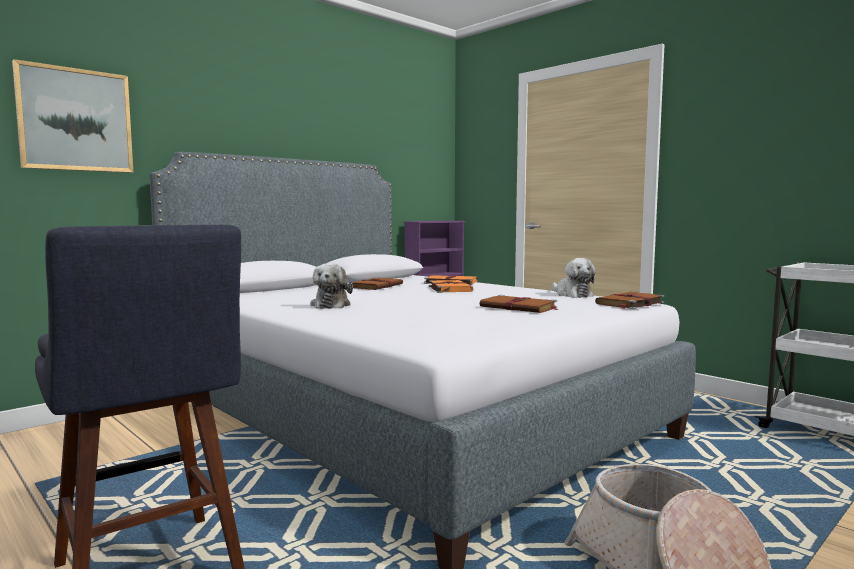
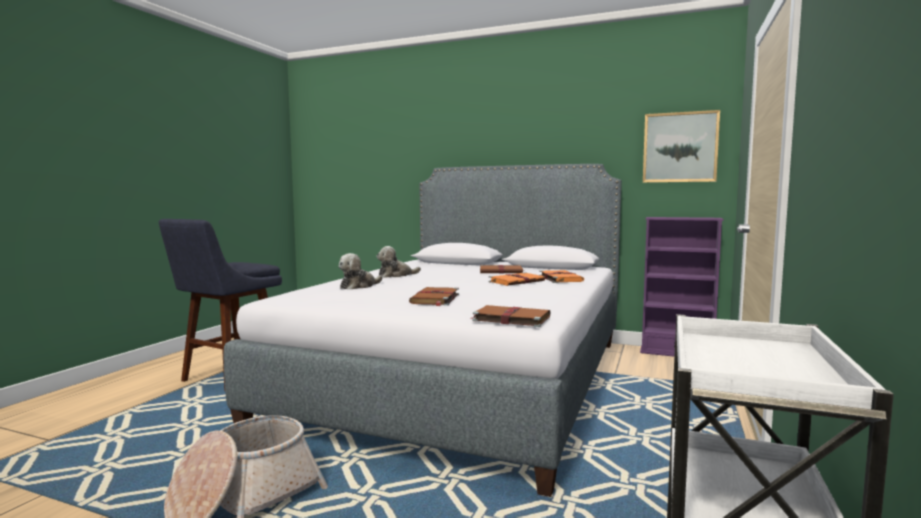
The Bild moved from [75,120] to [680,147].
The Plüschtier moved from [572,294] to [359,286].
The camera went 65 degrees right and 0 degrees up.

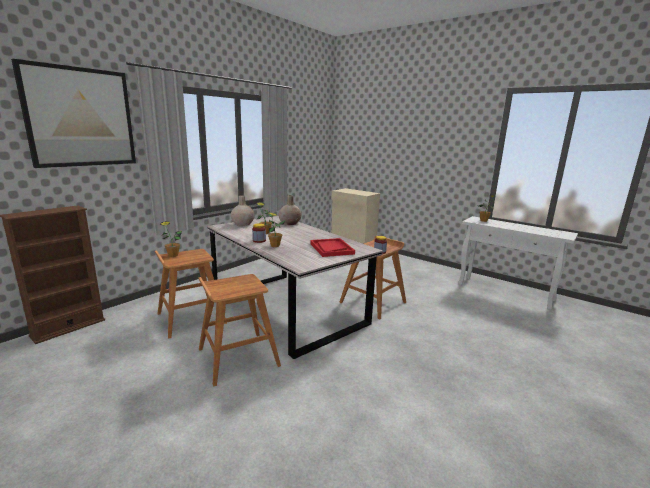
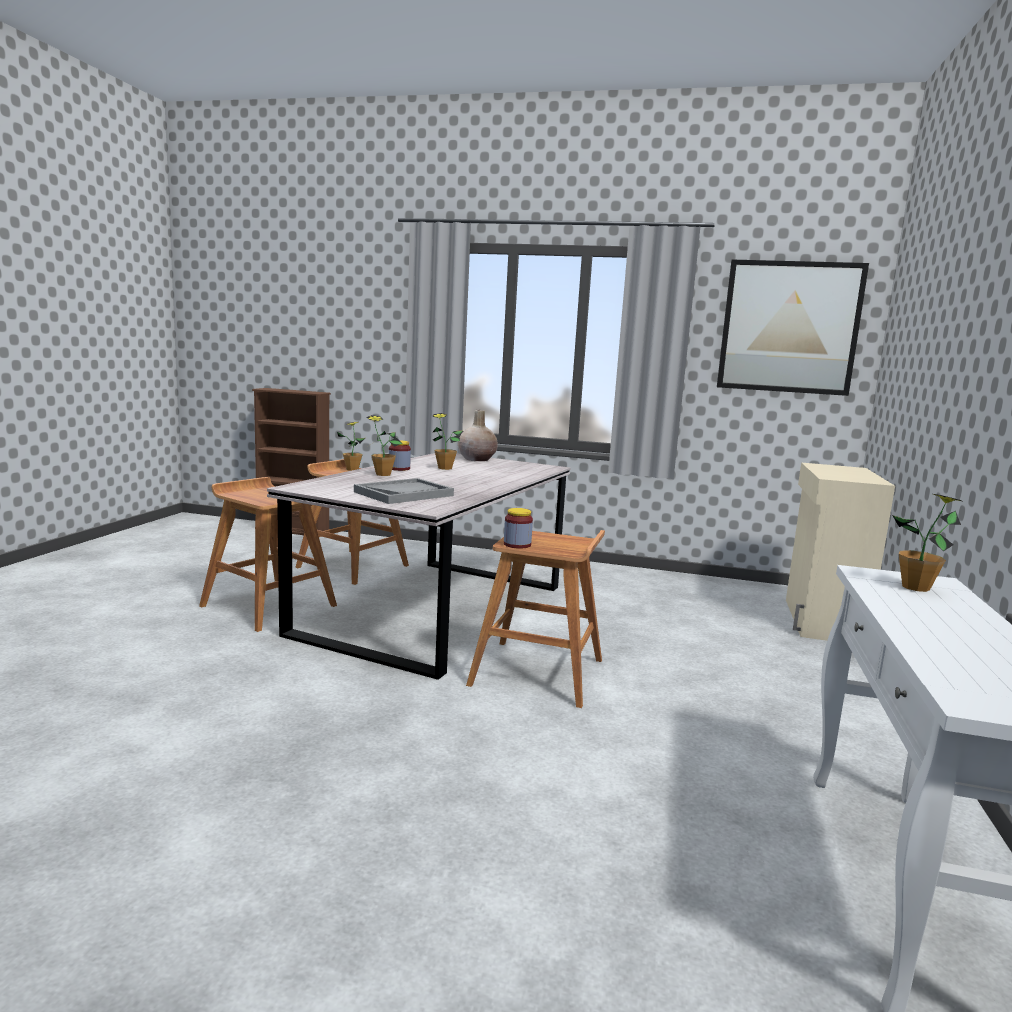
The Bild moved from [80,117] to [789,327].
The Vase (beige) at [290,223] disappeared.
The Tablett (rot) at [331,248] became the Tablett (grau) at [404,494].
The camera went 65 degrees right and 5 degrees down.

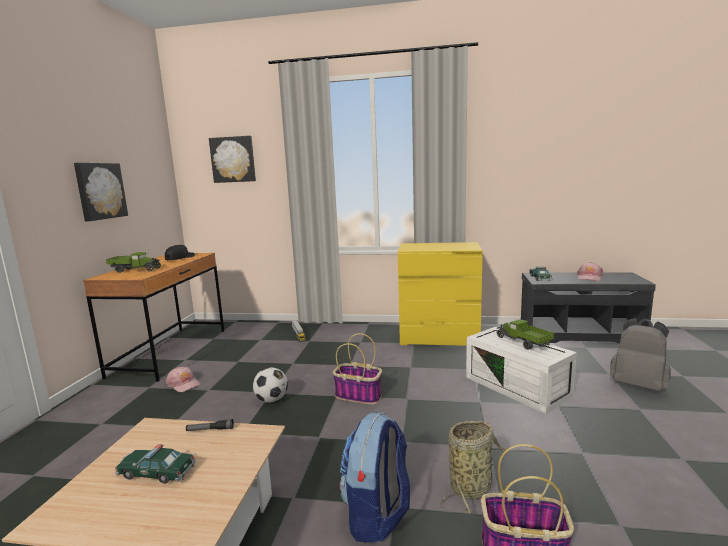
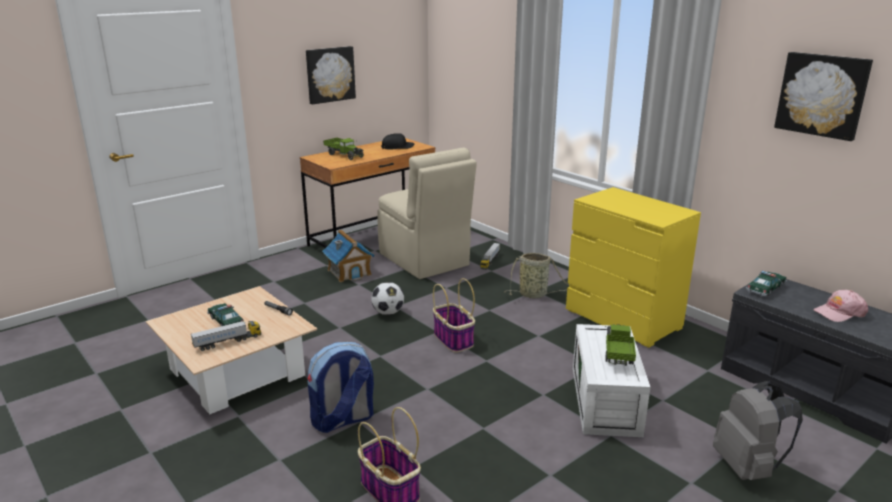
The Bild moved from [233,159] to [822,95].
The Kappe (rosa) at [183,384] was replaced by the Spielzeughaus at [349,272].
The Korb moved from [472,487] to [535,294].
The Stuhl (beige) at [424,260] appeared.
The Spielzeuglaster at [228,342] appeared.
The camera went 40 degrees right and 10 degrees up.

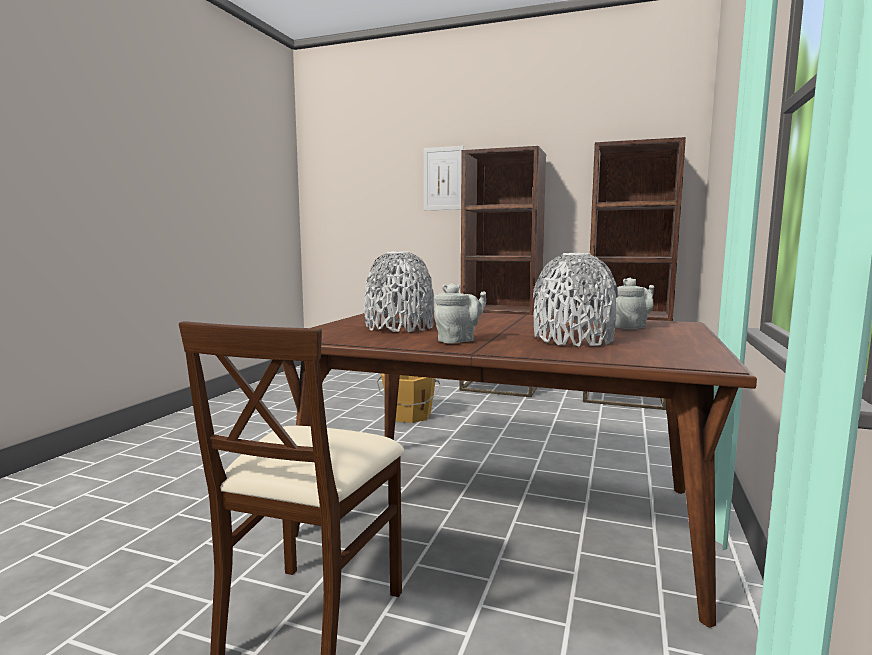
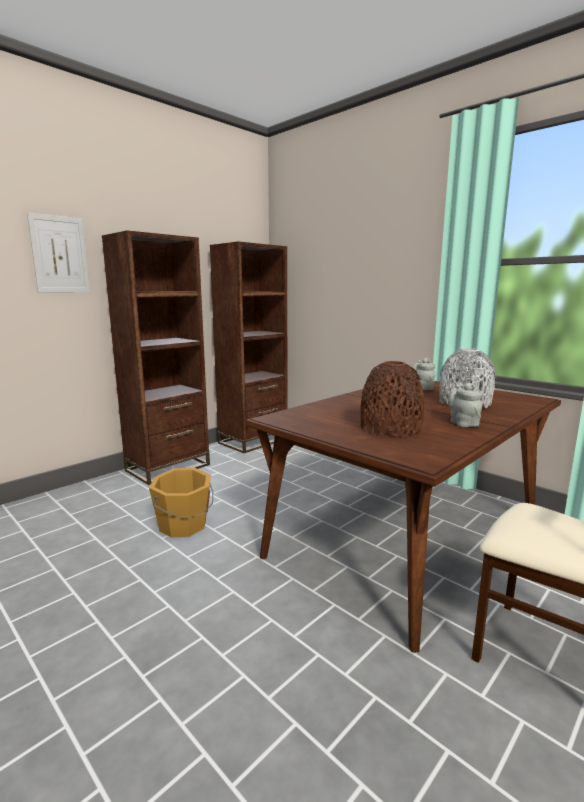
The Vase (grau) at [399,327] became the Vase (braun) at [390,428].
The camera went 65 degrees left and 5 degrees up.

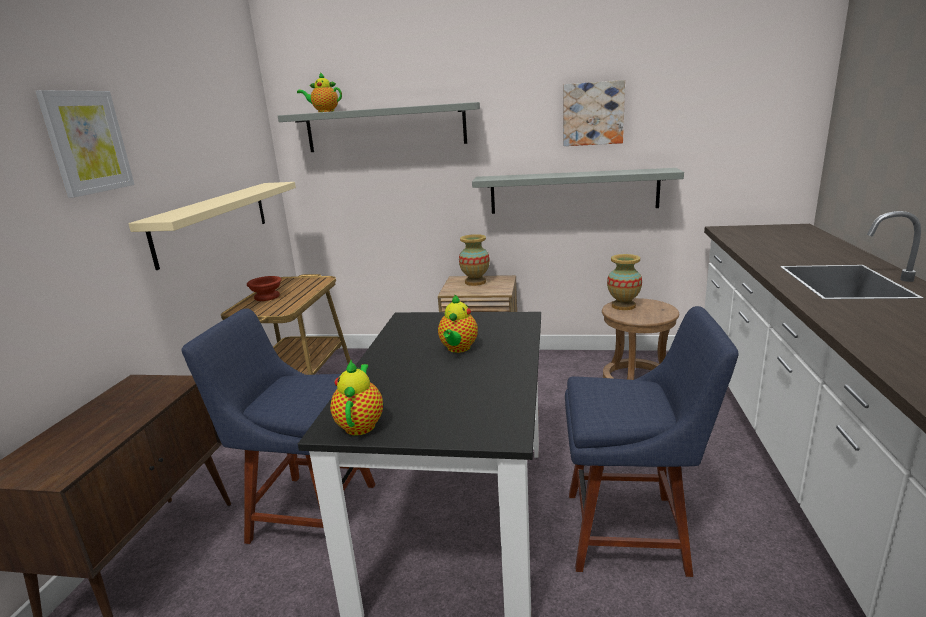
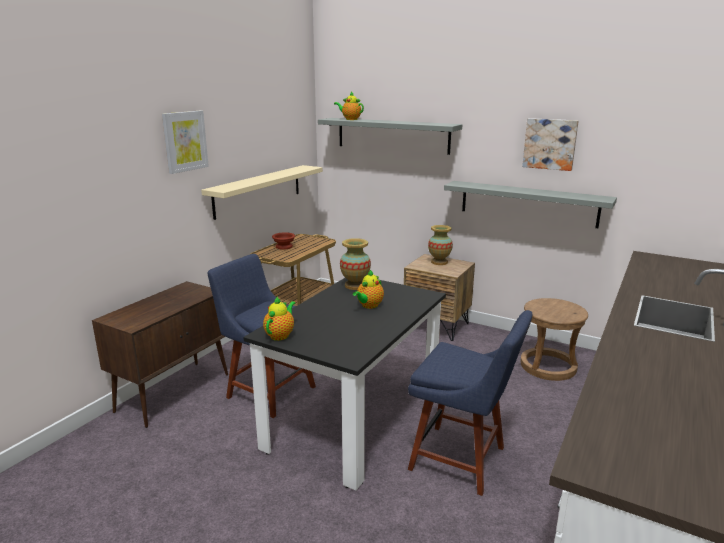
The Vase moved from [623,306] to [355,286].
The camera went 20 degrees right and 0 degrees up.

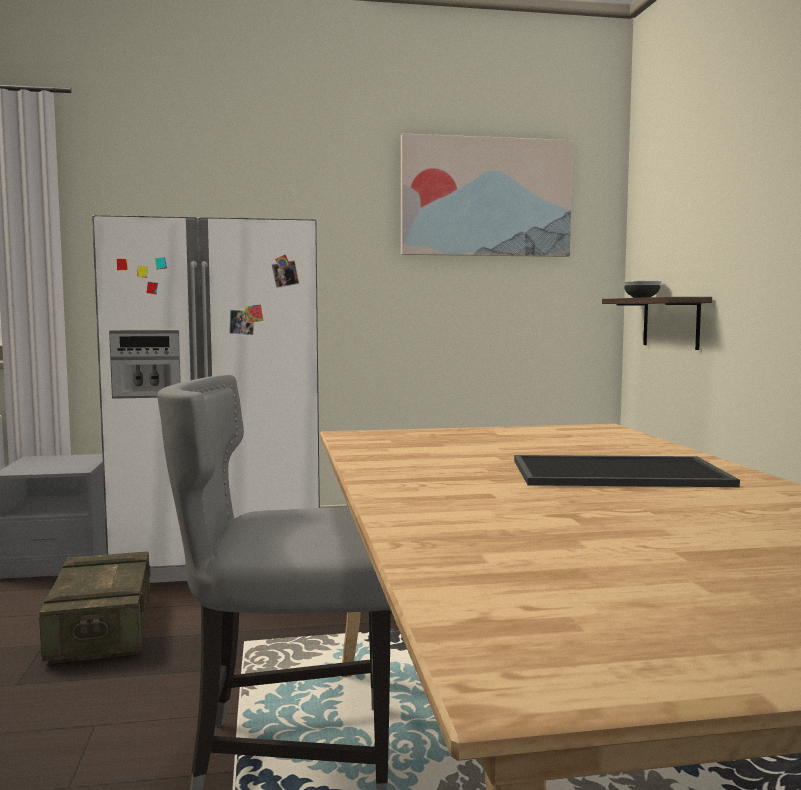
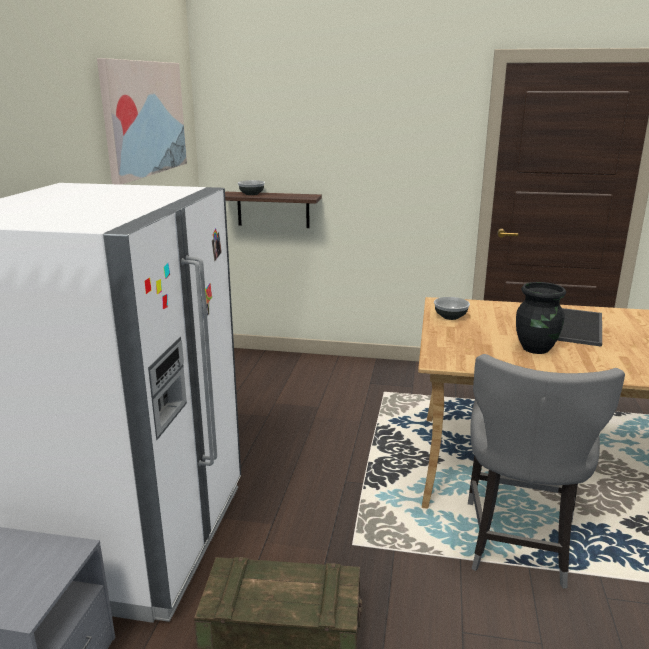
The Vase (schwarz) at [536,349] appeared.
The Schüssel at [450,317] appeared.
The camera went 70 degrees left and 15 degrees up.

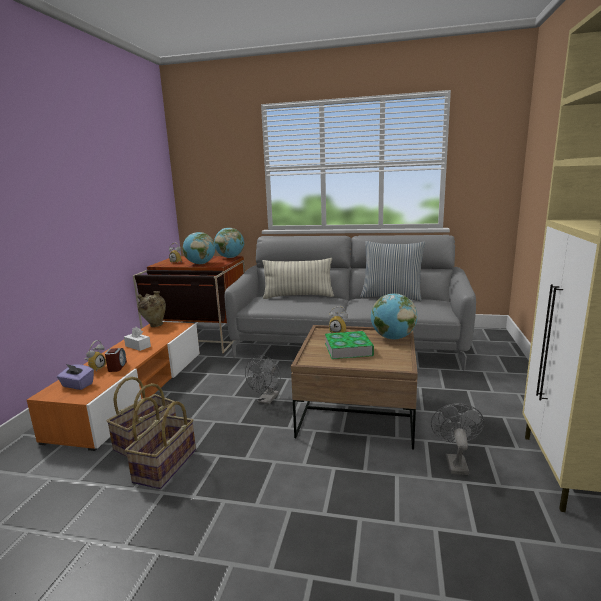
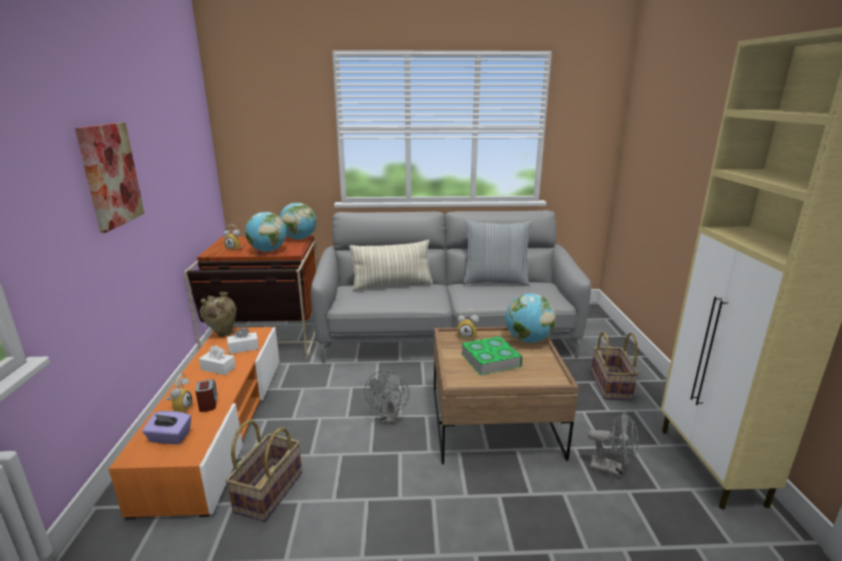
The Korb moved from [166,466] to [611,385].
The Ventilator (grau) at [455,462] turned 120 degrees clockwise.
The Bild at [110,175] appeared.
The Taschentuchbox (weiß) at [243,348] appeared.
The camera went 15 degrees left and 5 degrees up.

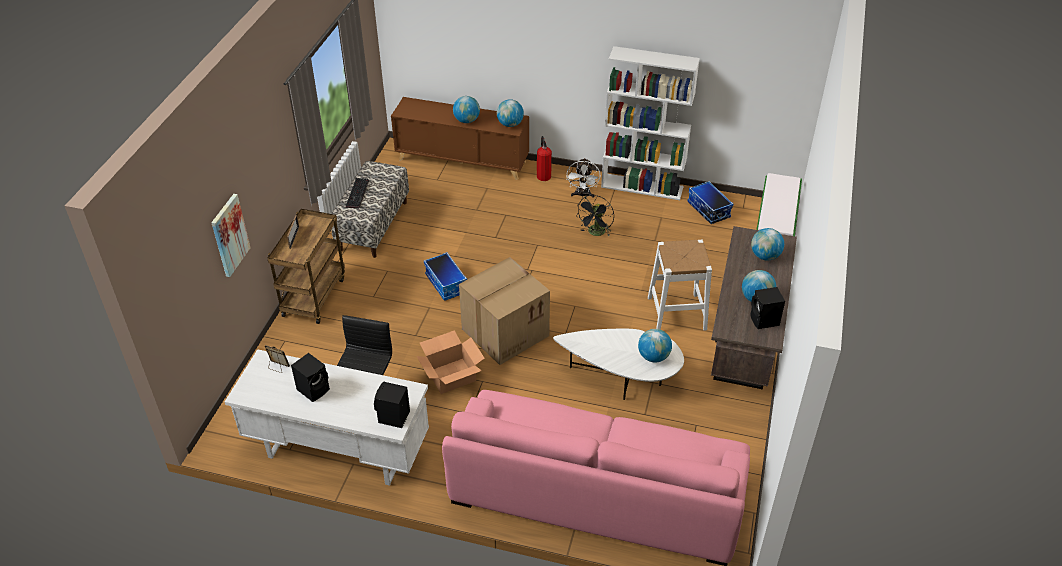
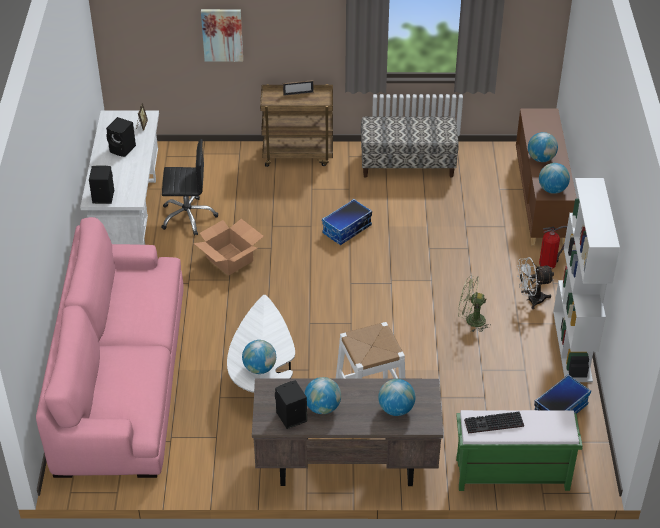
The Tastatur moved from [358,194] to [493,424].
The Ventilator (schwarz) at [595,233] became the Ventilator (grün) at [470,320].
The Karton at [505,331] disappeared.
The camera went 75 degrees right and 0 degrees up.

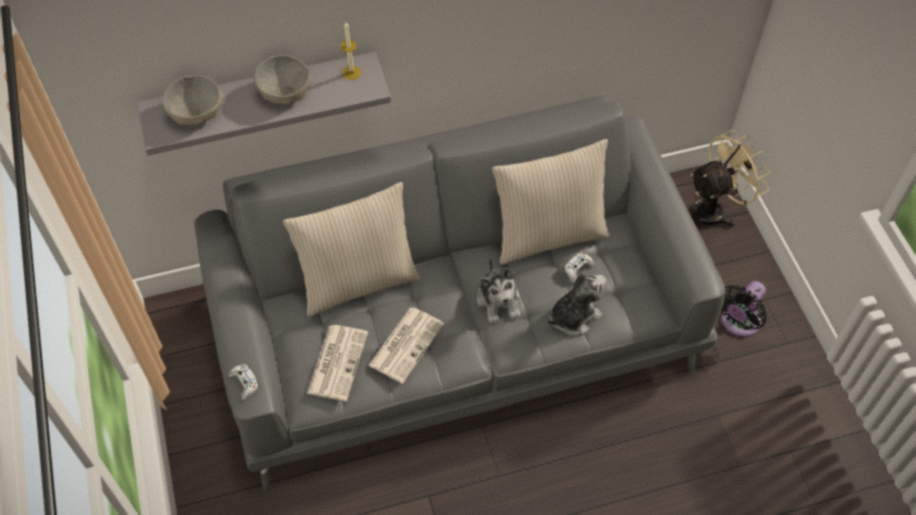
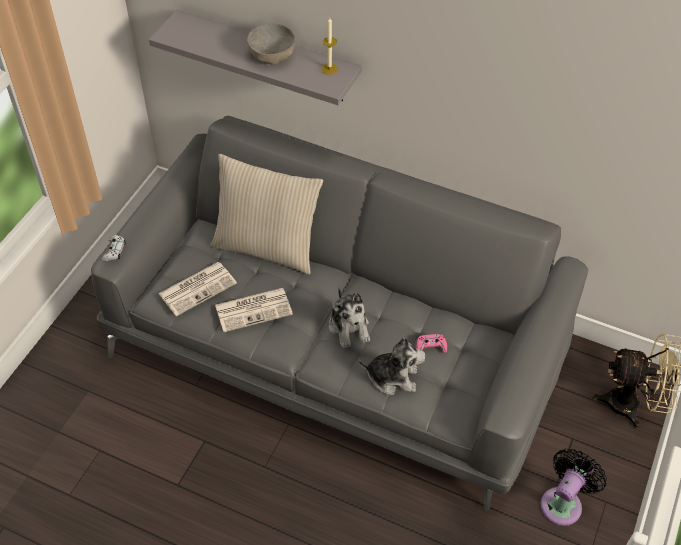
The Schüssel (grau) at [196,113] disappeared.
The Kissen (beige) at [548,235] disappeared.
The Gamepad (weiß) at [577,269] became the Gamepad (rosa) at [430,346].
The Plüschtier at [499,300] turned 45 degrees counterclockwise.
The Ventilator (schwarz) at [738,323] turned 135 degrees clockwise.
The camera went 40 degrees right and 5 degrees down.

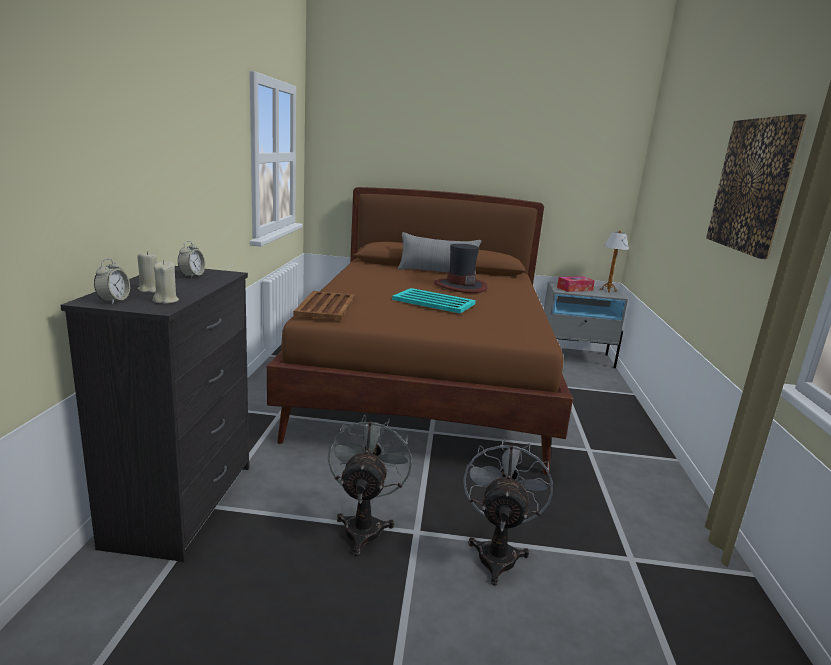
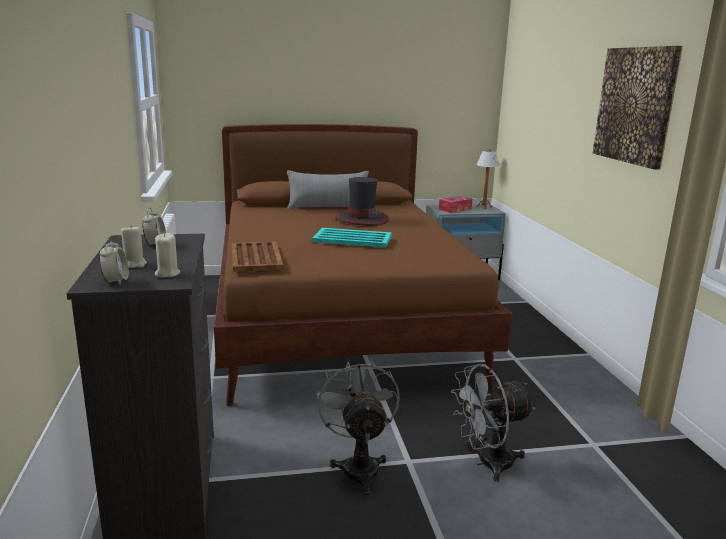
The Ventilator (grau) at [497,552] turned 105 degrees counterclockwise.
The camera went 15 degrees left and 0 degrees up.

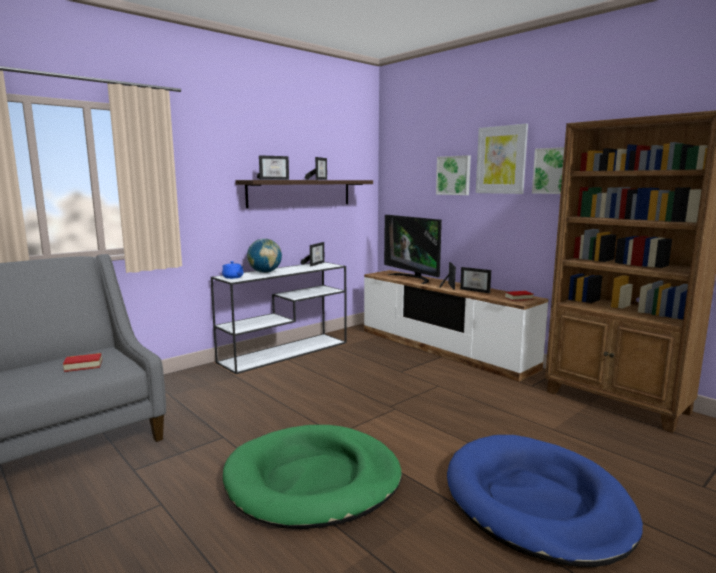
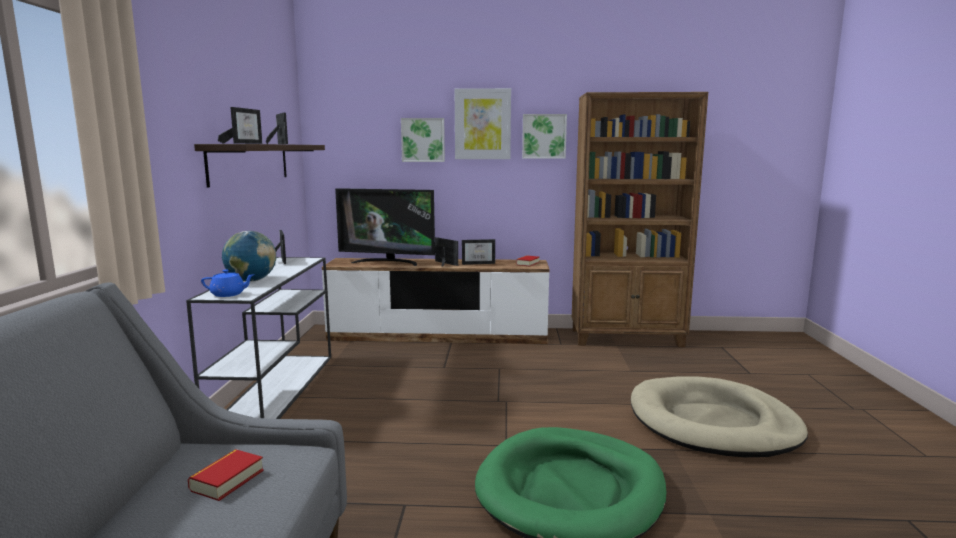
The Hundebett (blau) at [536,502] became the Hundebett (beige) at [713,423].
The camera went 45 degrees left and 0 degrees up.

